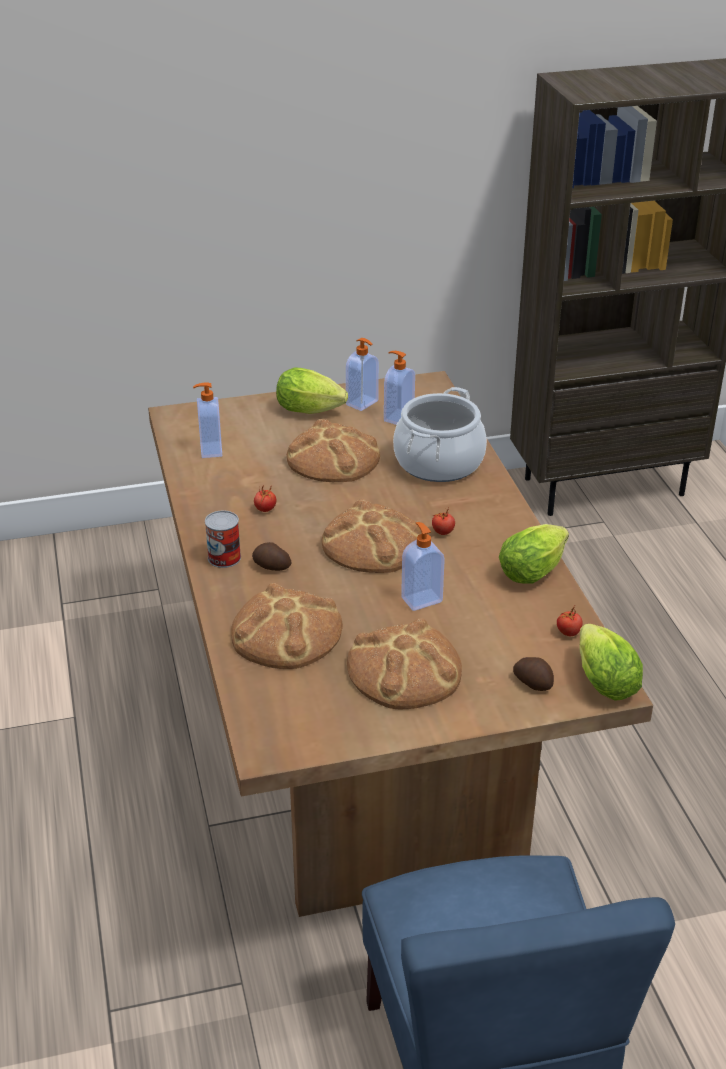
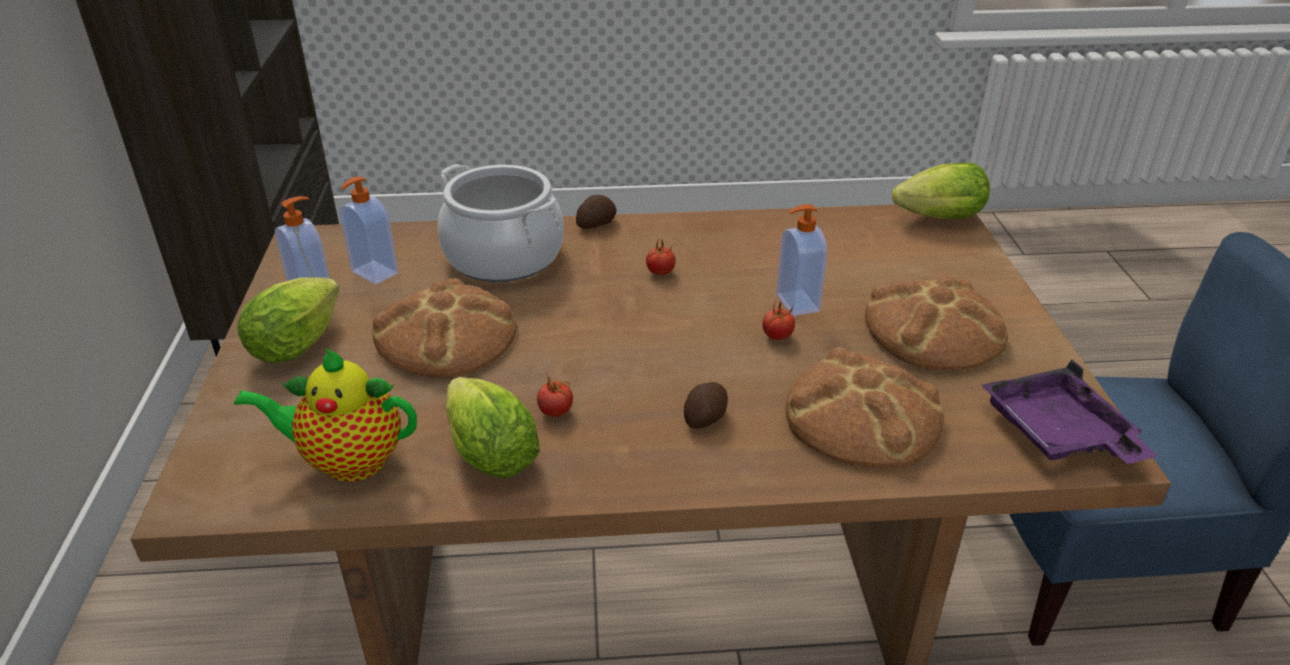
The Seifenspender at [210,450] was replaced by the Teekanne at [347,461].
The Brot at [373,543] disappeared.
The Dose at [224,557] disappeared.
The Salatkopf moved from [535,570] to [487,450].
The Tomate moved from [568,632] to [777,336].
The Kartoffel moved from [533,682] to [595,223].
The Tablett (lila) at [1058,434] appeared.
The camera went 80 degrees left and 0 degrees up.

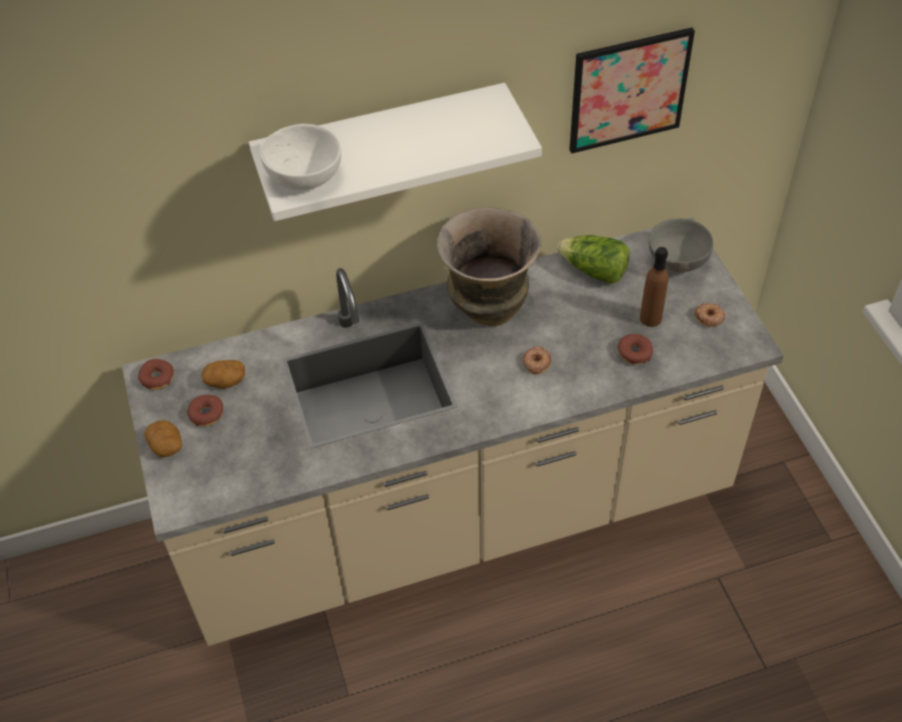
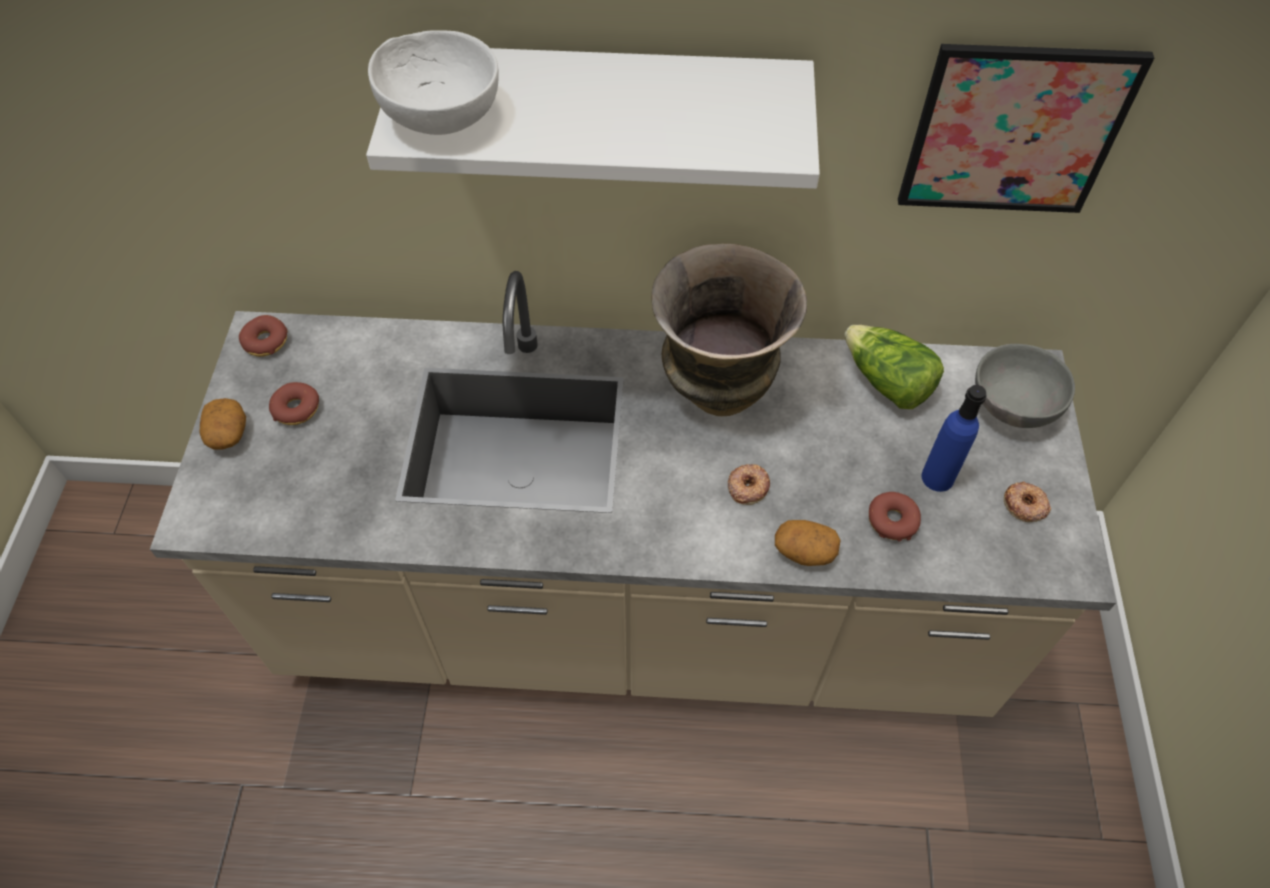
The Flasche (braun) at [650,318] became the Flasche (blau) at [937,477].
The Kartoffel moved from [225,381] to [804,551].
The camera went 20 degrees right and 5 degrees up.

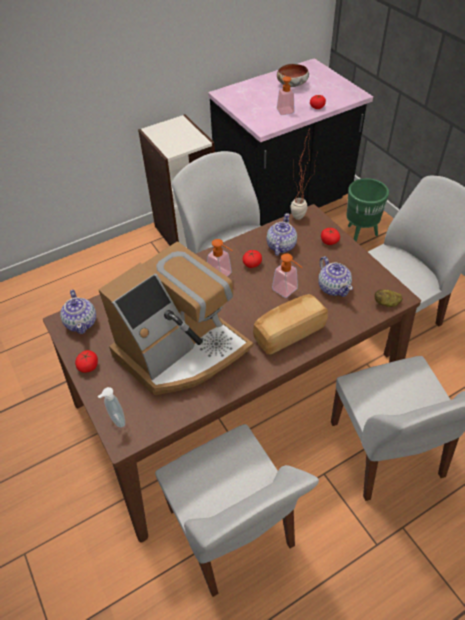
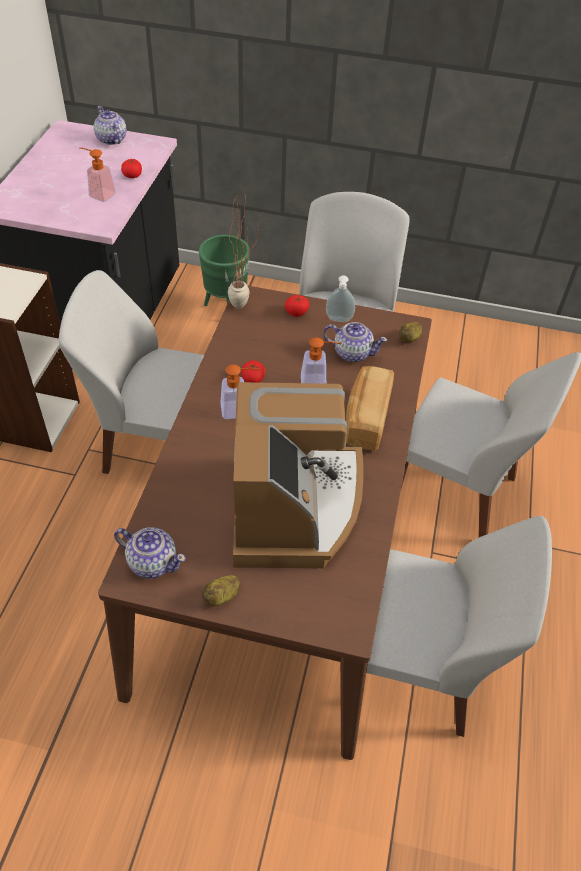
The Schüssel at [292,84] disappeared.
The Teekanne moved from [280,246] to [111,140].
The Tomate at [88,366] was replaced by the Kartoffel at [222,596].
The Seifenspender moved from [116,420] to [339,320].
The camera went 50 degrees left and 0 degrees up.

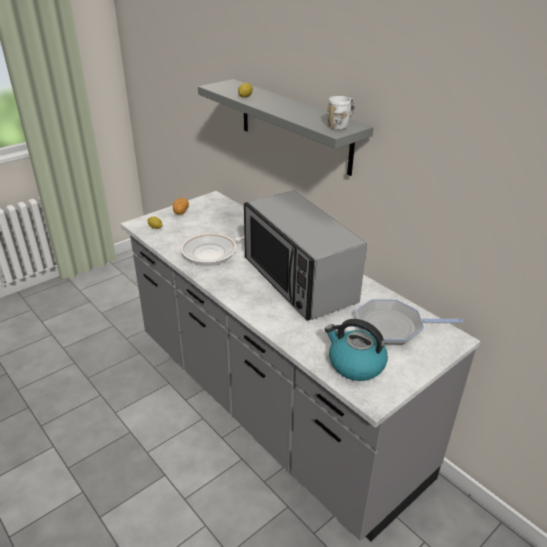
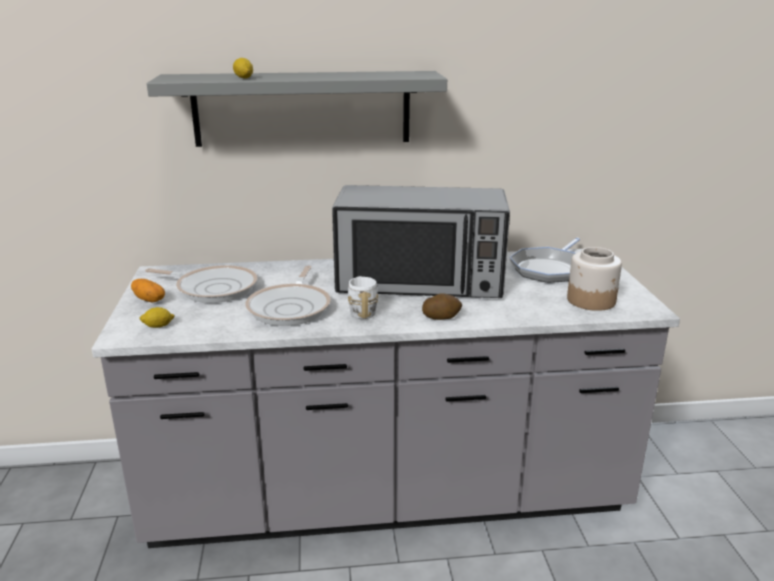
The Henkelbecher (weiß) moved from [341,125] to [362,311].
The Wasserkessel at [355,364] was replaced by the Vorratsglas at [591,300].
The Pfanne at [213,288] appeared.
The Kartoffel at [441,317] appeared.
The camera went 55 degrees left and 10 degrees down.

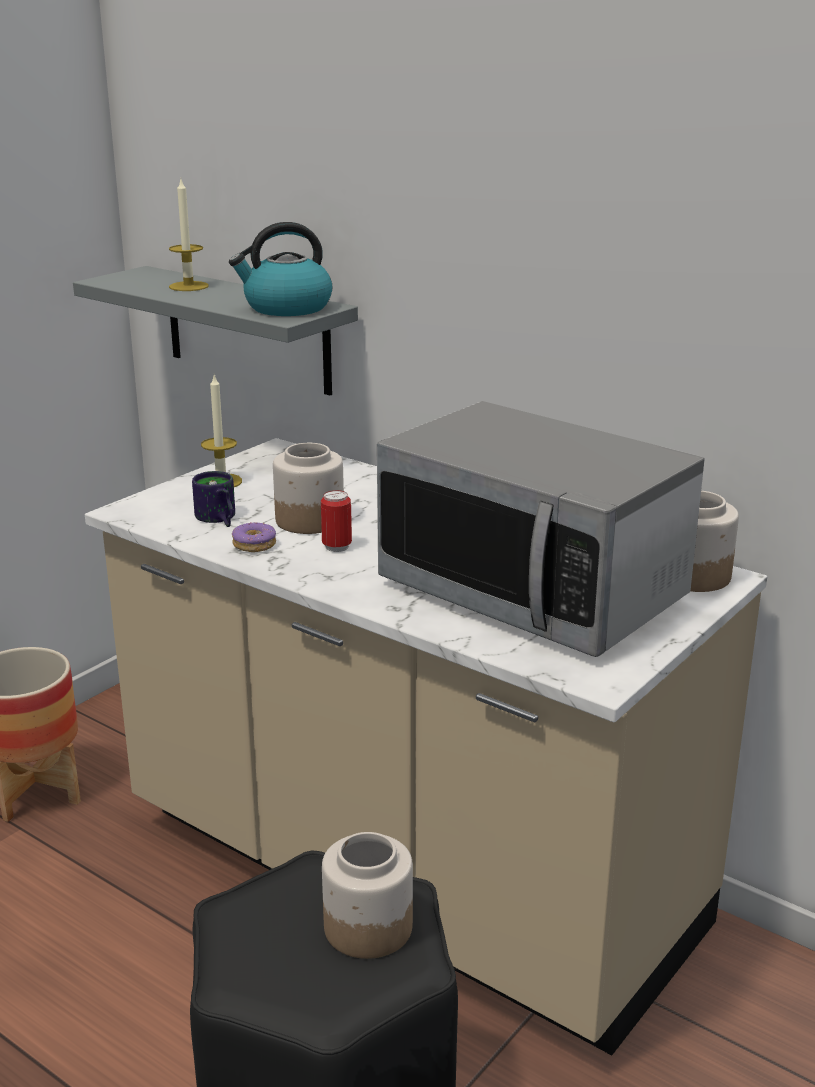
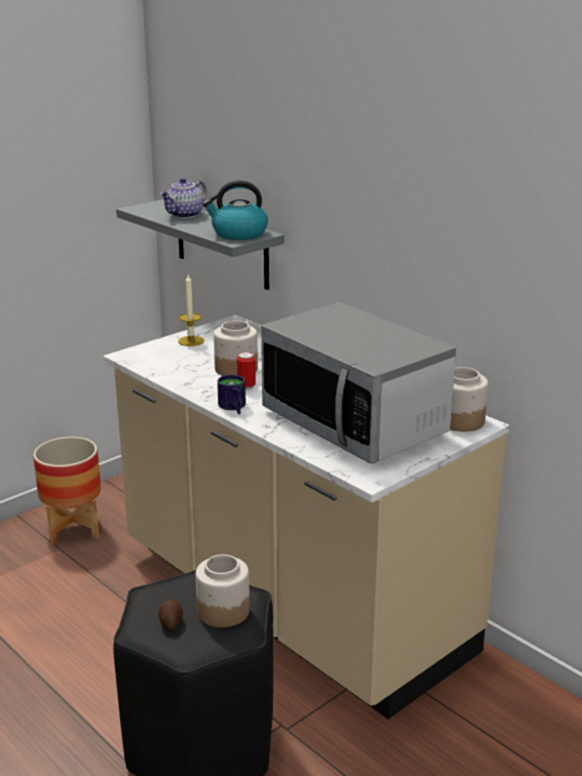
The Kerze at [188,286] was replaced by the Teekanne at [185,215].
The Henkelbecher moved from [217,520] to [232,408].
The Donut at [255,545] disappeared.
The Kartoffel at [170,622] appeared.
The camera went 10 degrees right and 0 degrees up.

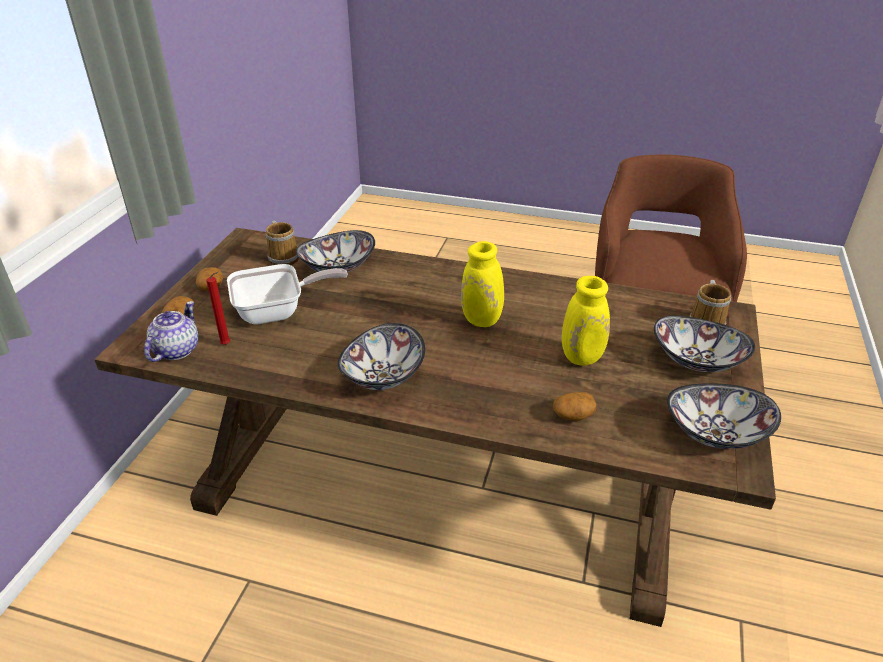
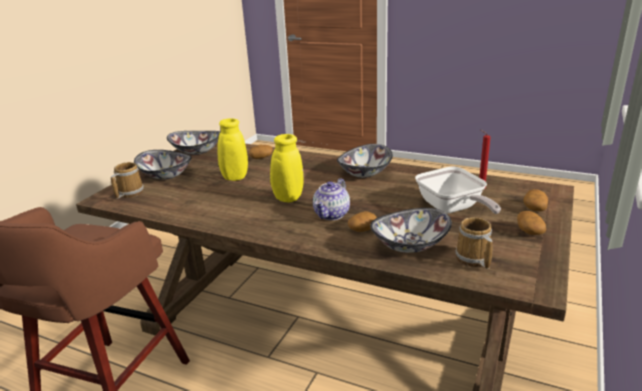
The Pfanne at [278,312] turned 105 degrees counterclockwise.
The Teekanne moved from [176,350] to [332,214].
The Kartoffel at [362,229] appeared.
The camera went 170 degrees left and 10 degrees down.

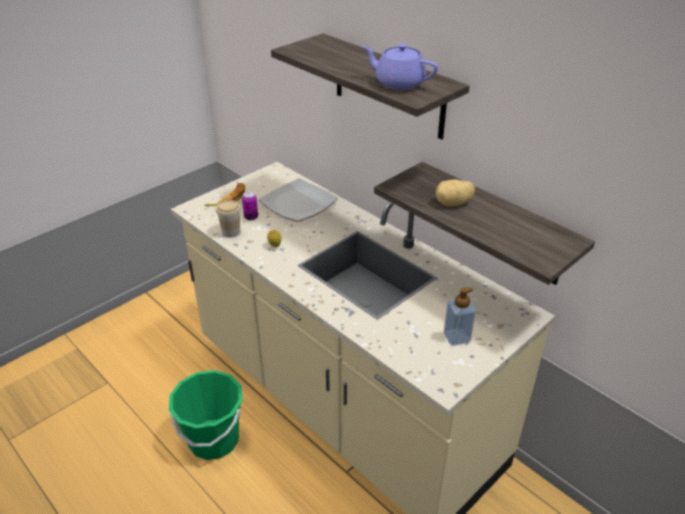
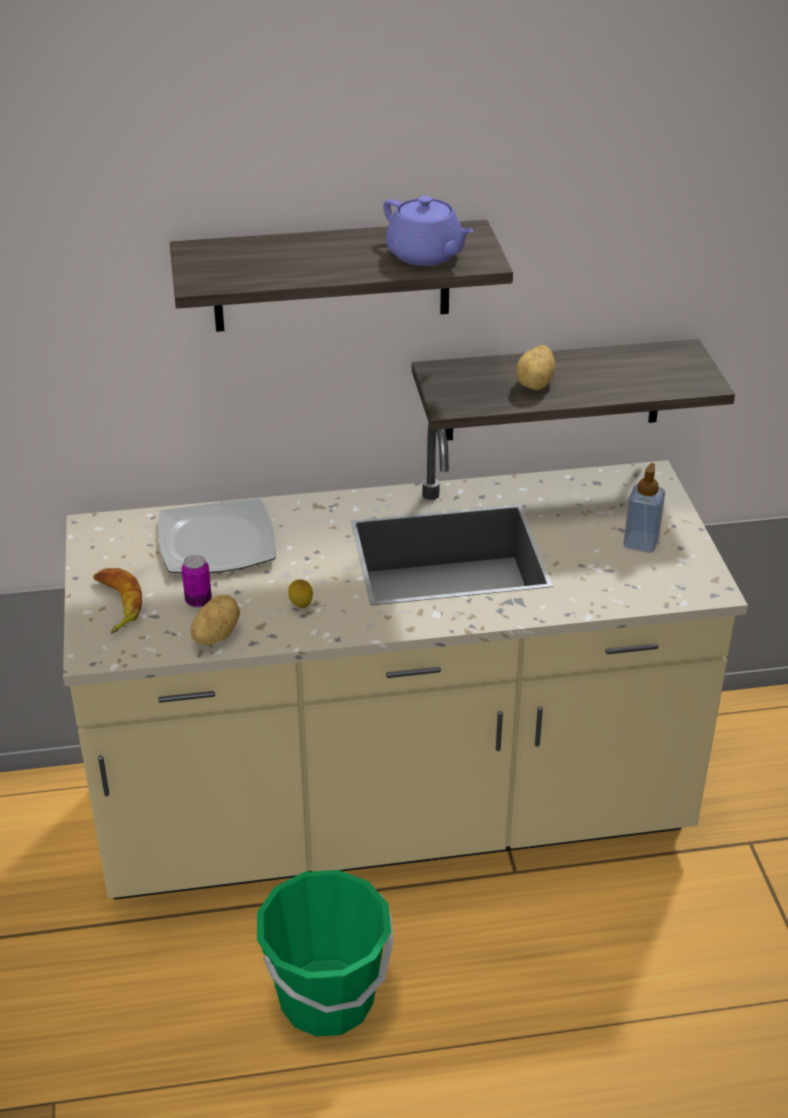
The Teekanne (lila) at [398,83] turned 105 degrees counterclockwise.
The Tasse at [231,232] was replaced by the Kartoffel at [214,635].
The camera went 55 degrees left and 0 degrees up.

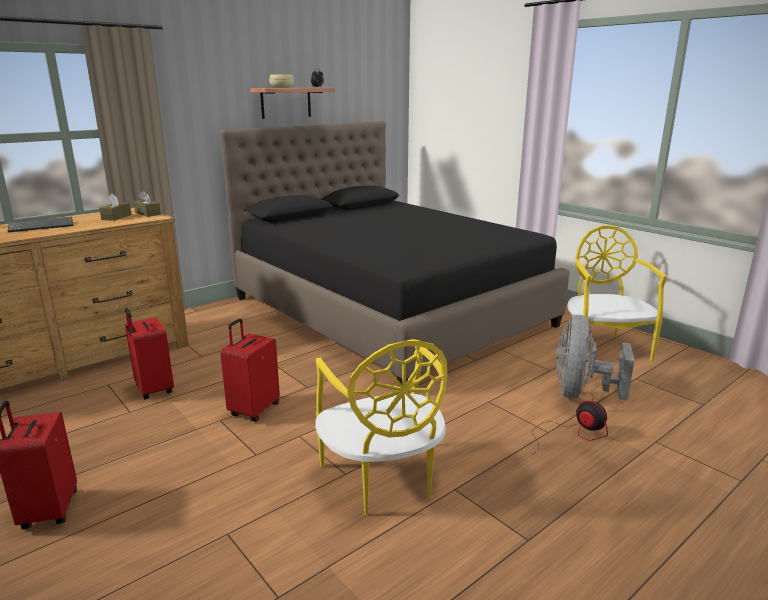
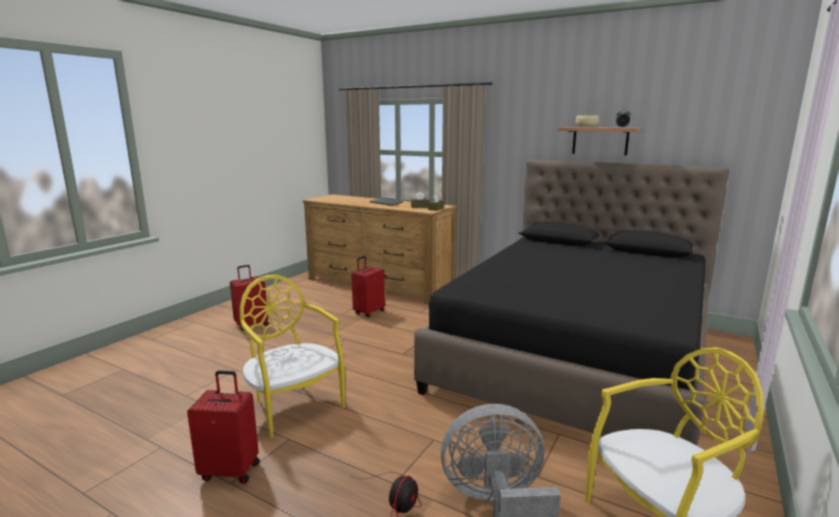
The Koffer (rot) moved from [253,410] to [230,470].
The Stuhl (gelb) at [382,480] turned 90 degrees clockwise.
The camera went 70 degrees right and 5 degrees down.

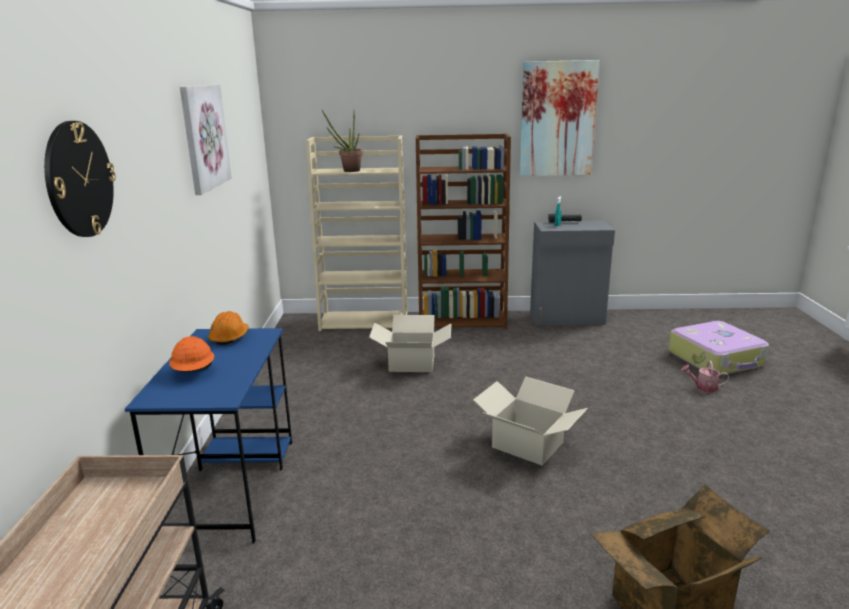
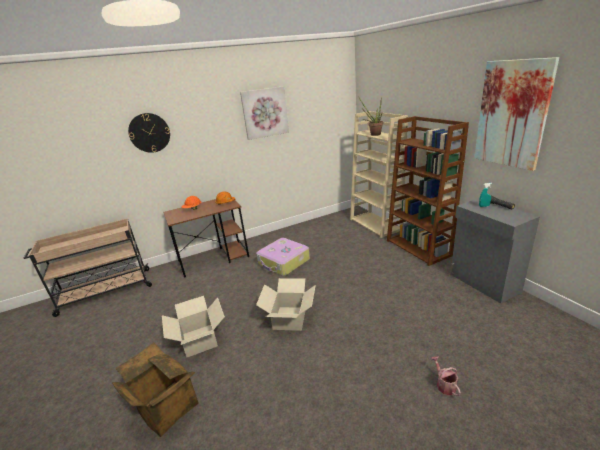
The Karton moved from [412,363] to [199,340].
The Koffer moved from [716,359] to [283,262].
The Schreibtisch (blau) at [232,486] became the Schreibtisch (braun) at [214,258].
The camera went 65 degrees right and 5 degrees up.

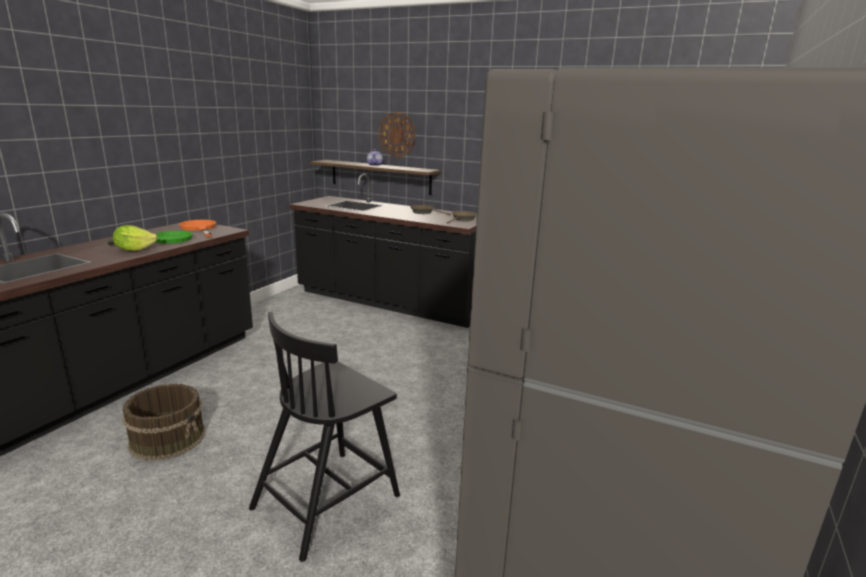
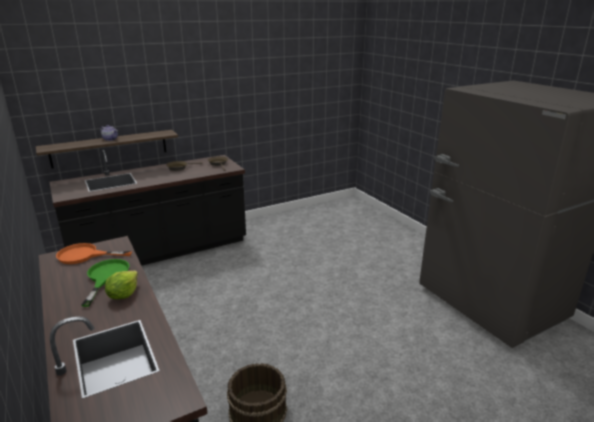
The Wanduhr at [397,134] disappeared.
The Stuhl (schwarz) at [328,500] disappeared.
The camera went 55 degrees left and 5 degrees up.

